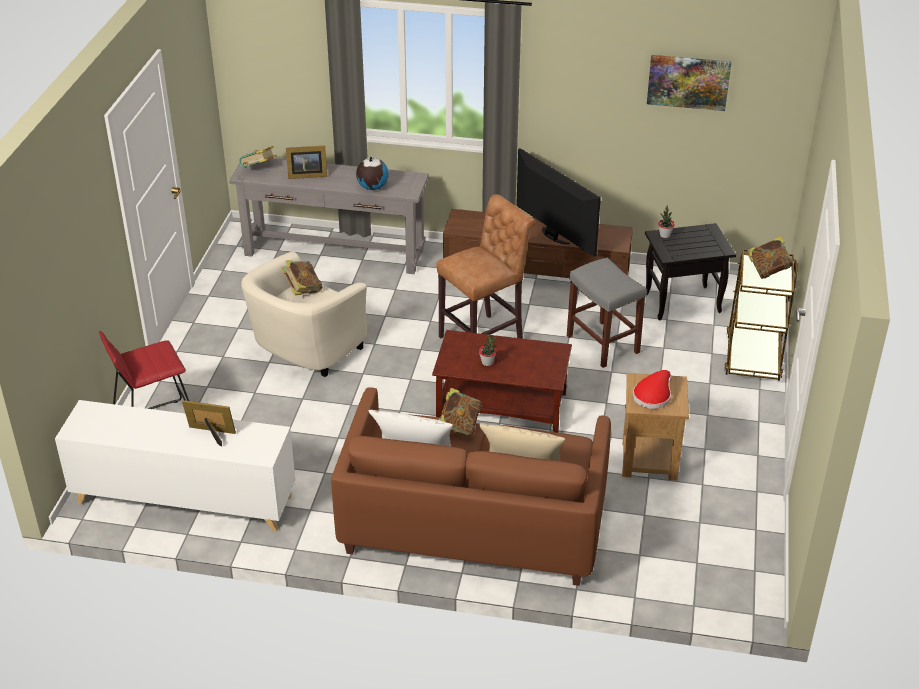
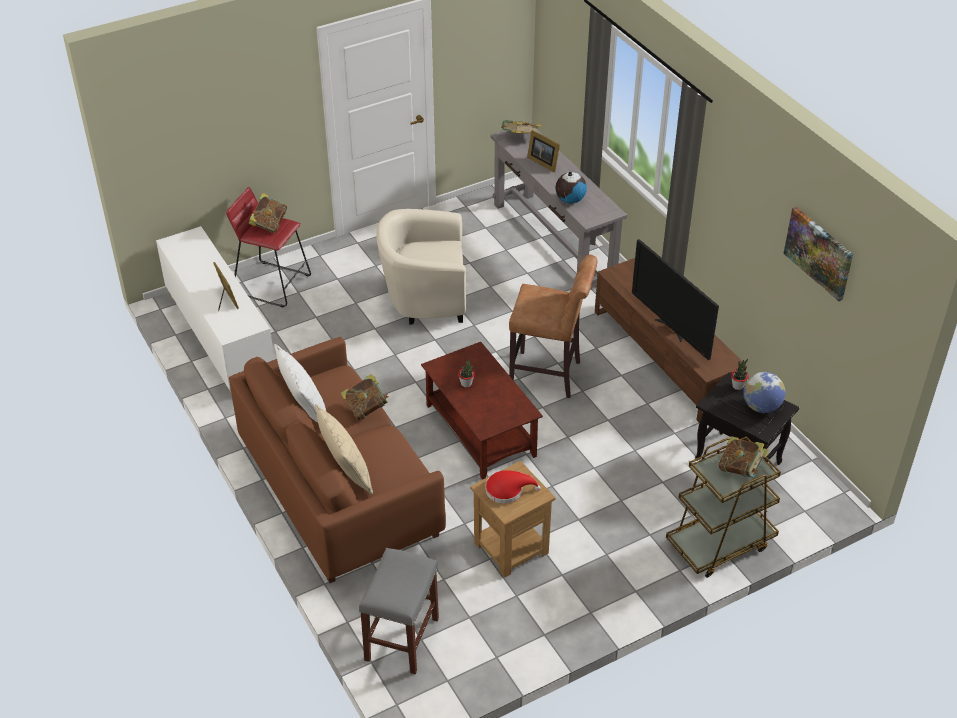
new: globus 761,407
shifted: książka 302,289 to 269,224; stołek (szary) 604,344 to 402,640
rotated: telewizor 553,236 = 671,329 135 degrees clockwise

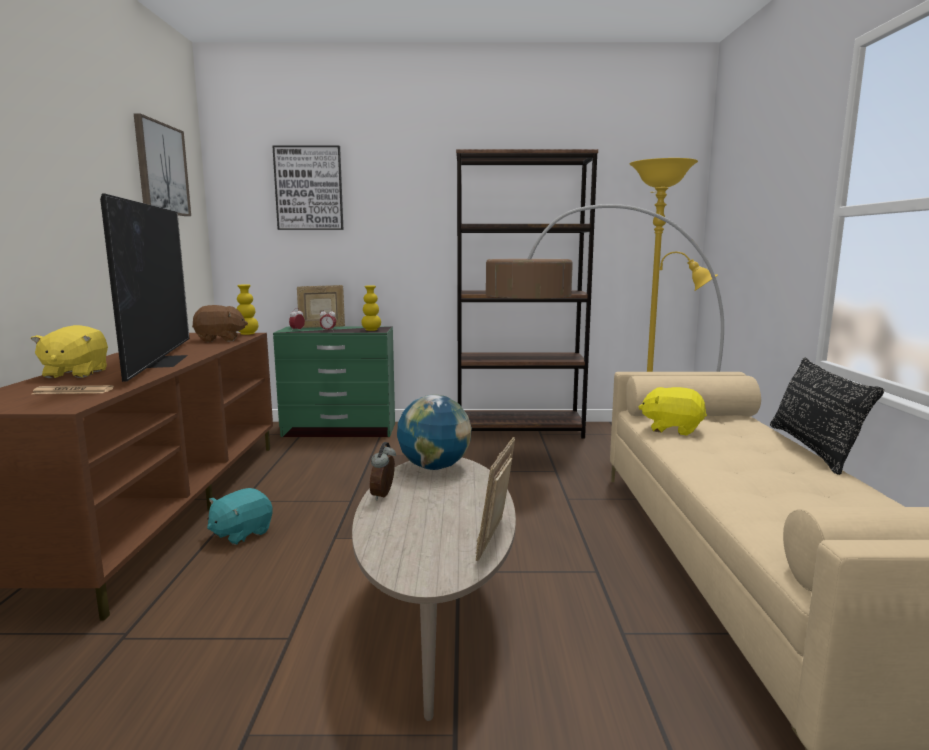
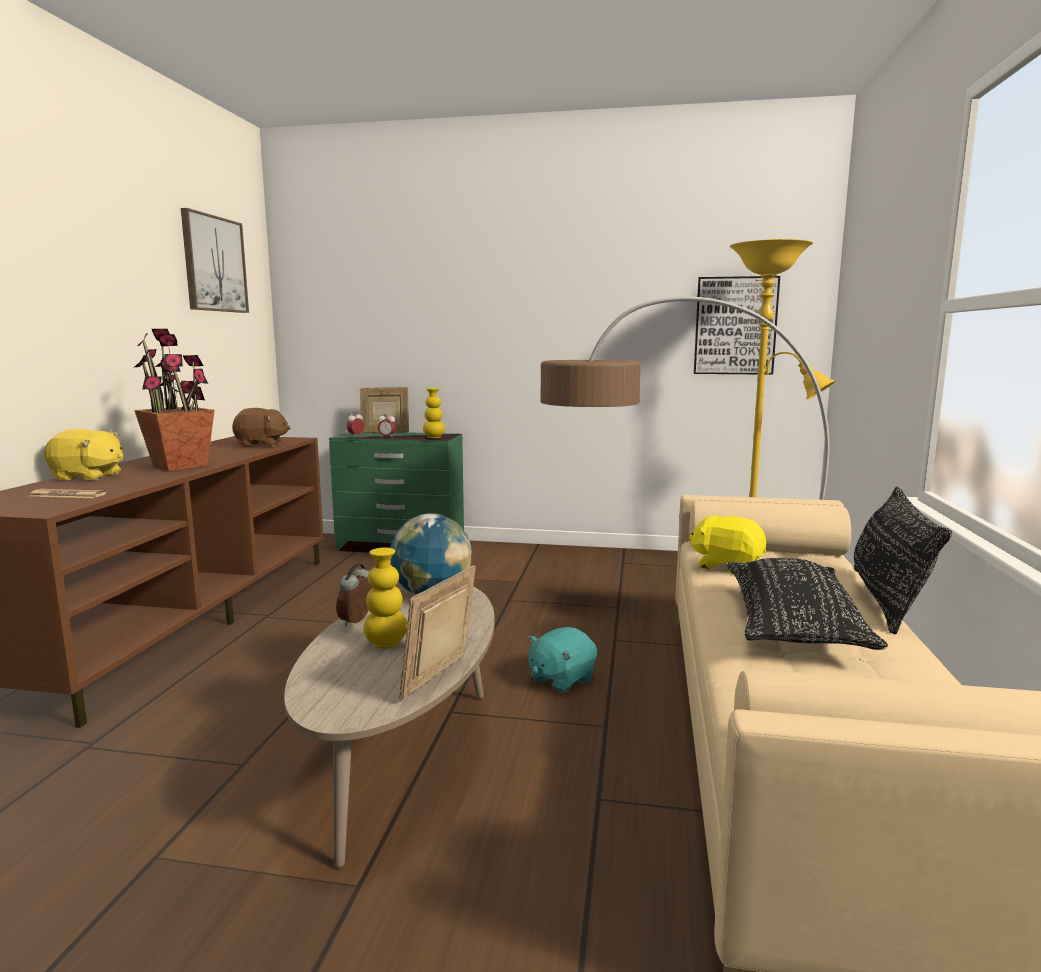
gone: regał (brązowy) 519,430
new: poduszka (czarny) 792,625
shifted: wazon (żółty) 247,334 to 386,644; pluszak (turkusowy) 241,533 to 560,679; obraz 309,188 to 735,326
swapped: telewizor 161,361 to roślina doniczkowa 181,466
rotated: pluszak (żółty) 75,374 = 88,477 90 degrees counterclockwise

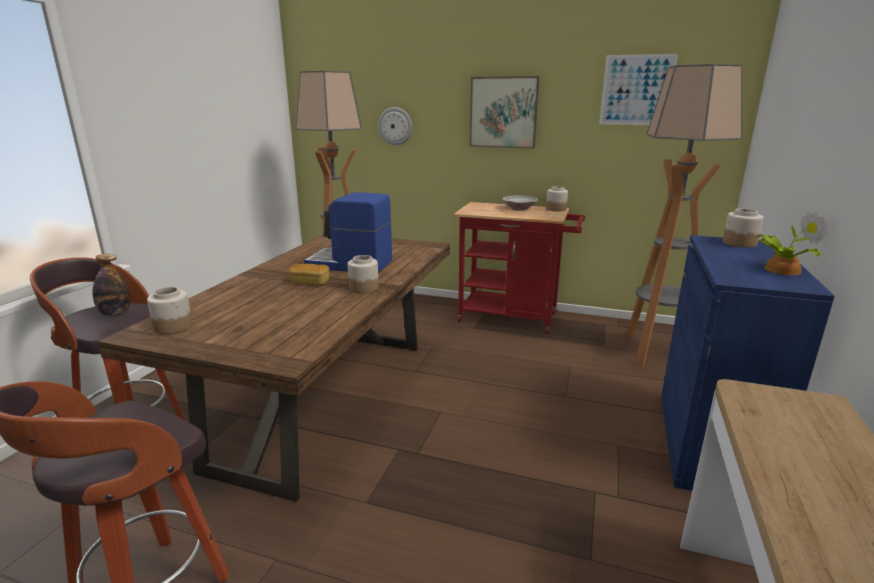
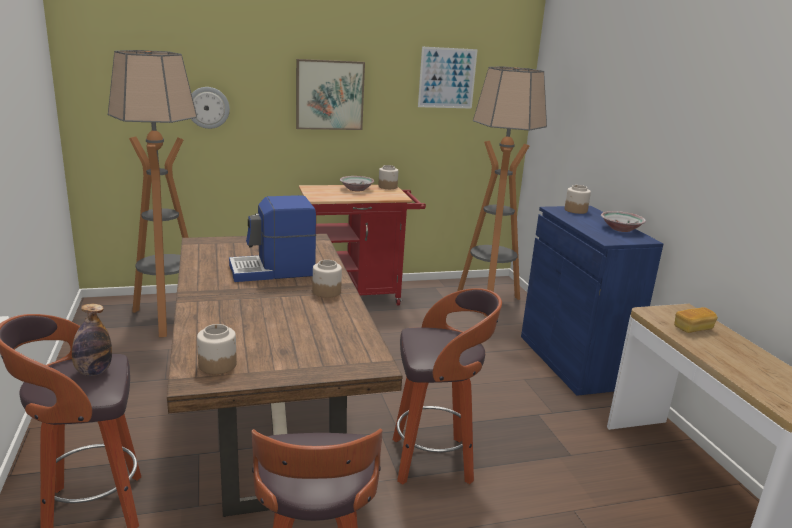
new: stołek 434,460
shifted: chleb 310,282 to 693,328
swapped: roślina doniczkowa 779,269 to miska 620,229

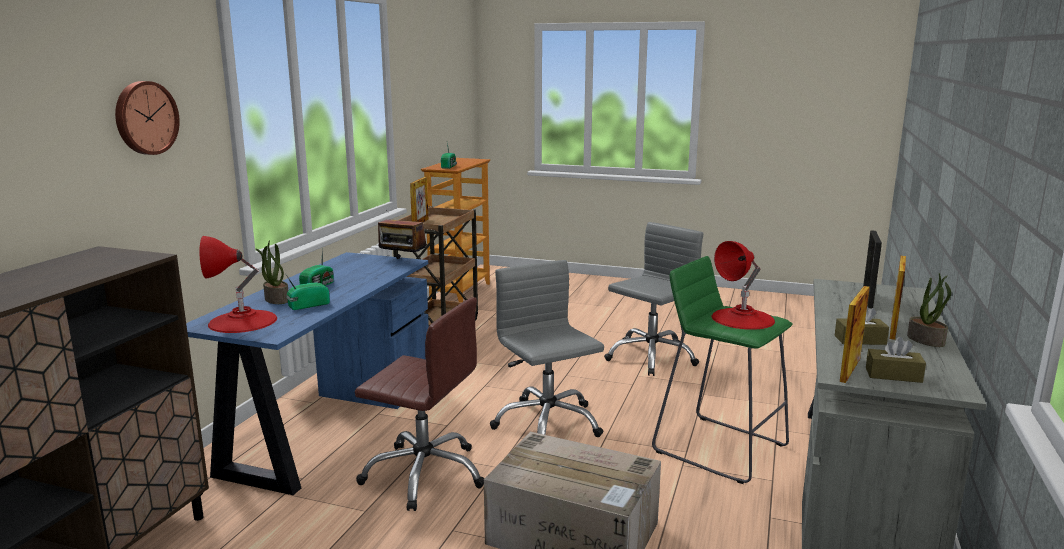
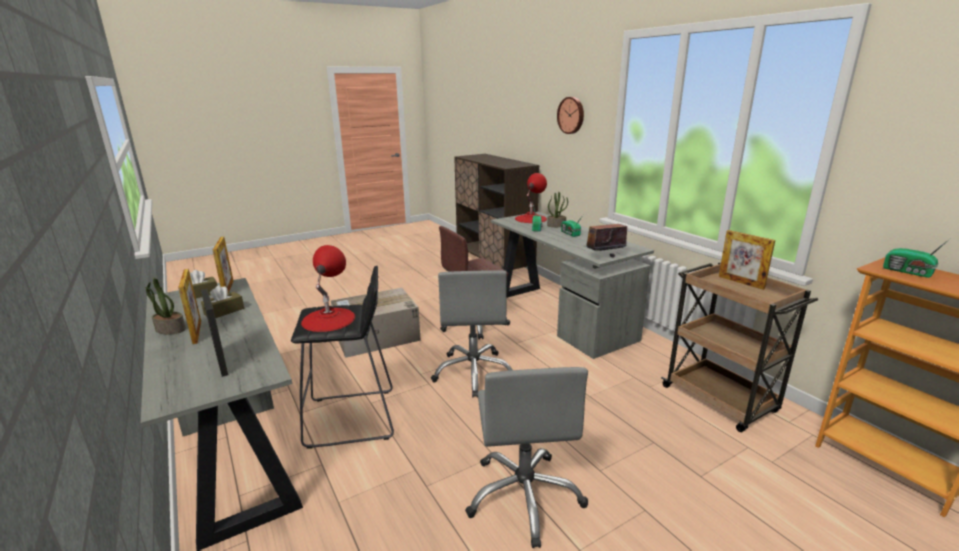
repainted: stołek (zielony) 719,447 to stołek (czarny) 352,418; biurko (niebieski) 328,424 to biurko (szary) 560,315
rotated: krzesło biurowe (szary) 547,423 = 474,372 75 degrees clockwise

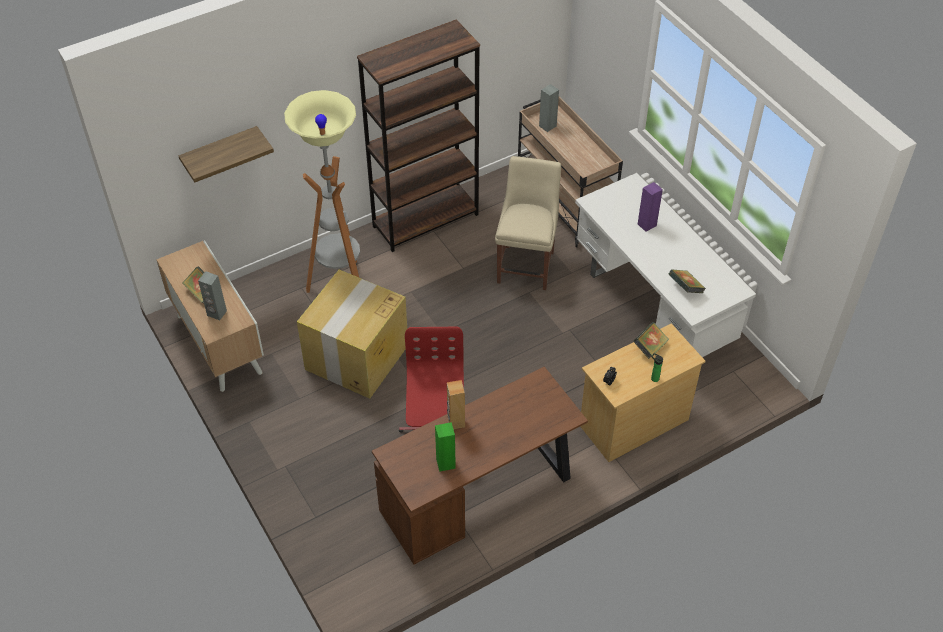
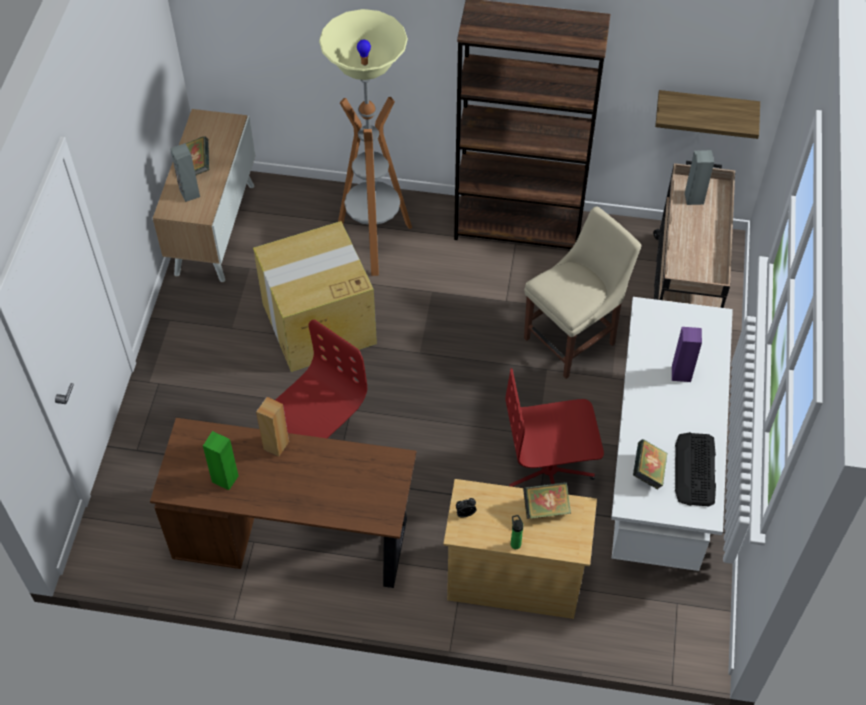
new: krzesło biurowe (czerwony) 549,472; klawiatura 695,470
shifted: półka 220,152 to 706,109

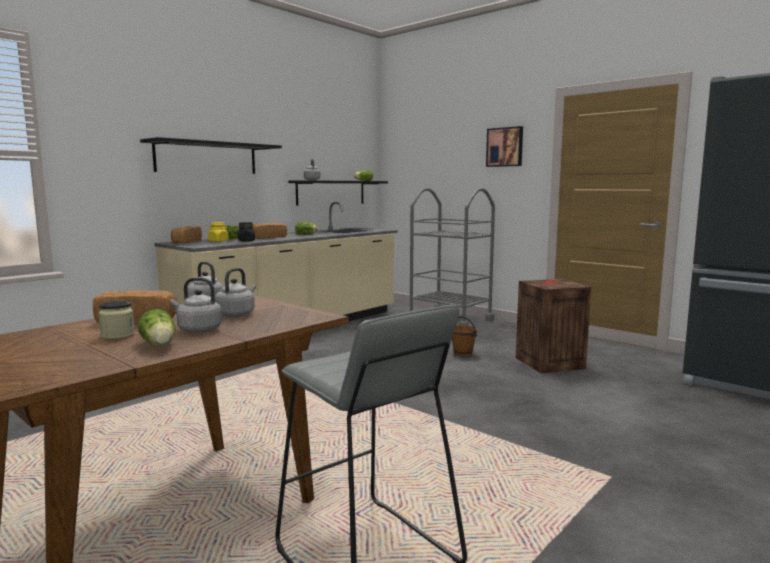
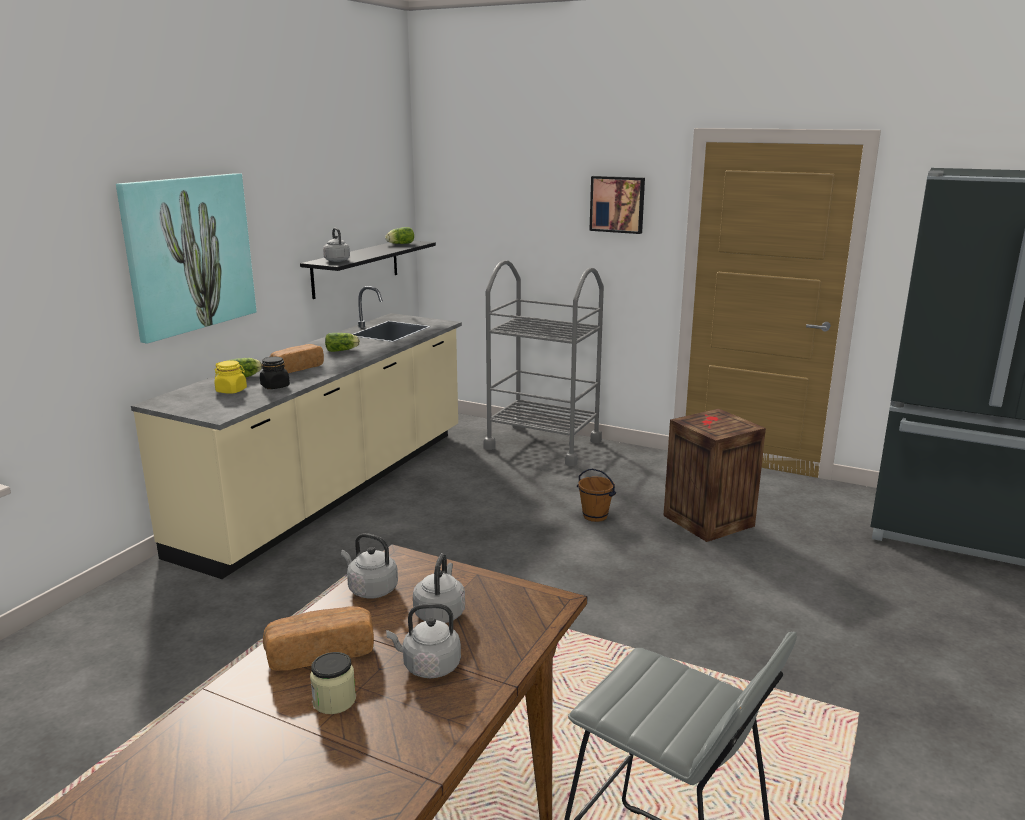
gone: sałata 159,345; chleb 186,242
swapped: półka (czarny) 207,158 to obraz 189,254

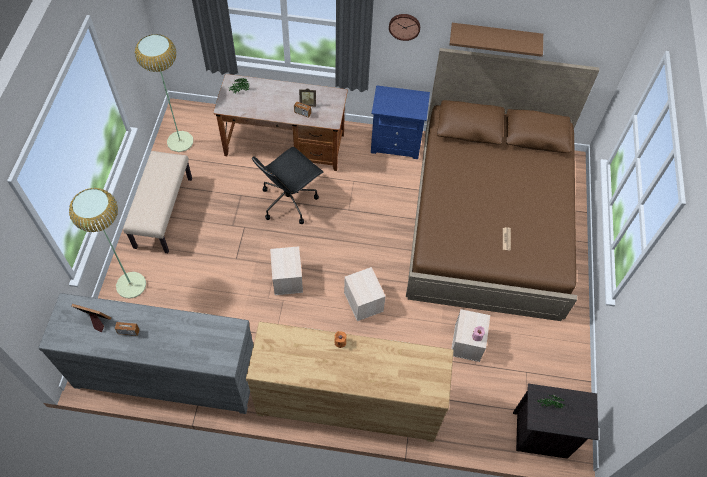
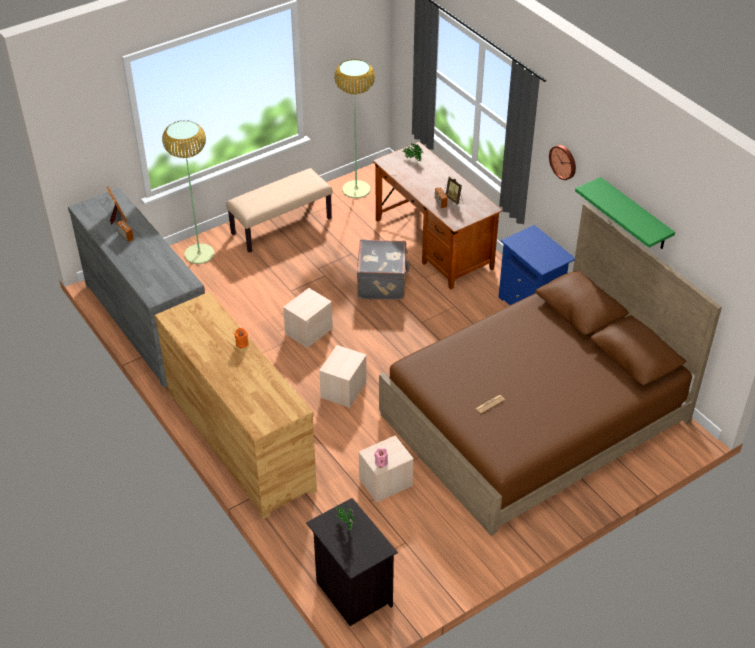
swapped: krzesło biurowe (czarny) 289,201 to walizka (szary) 383,283
repainted: półka (brązowy) 495,37 to półka (zielony) 634,215

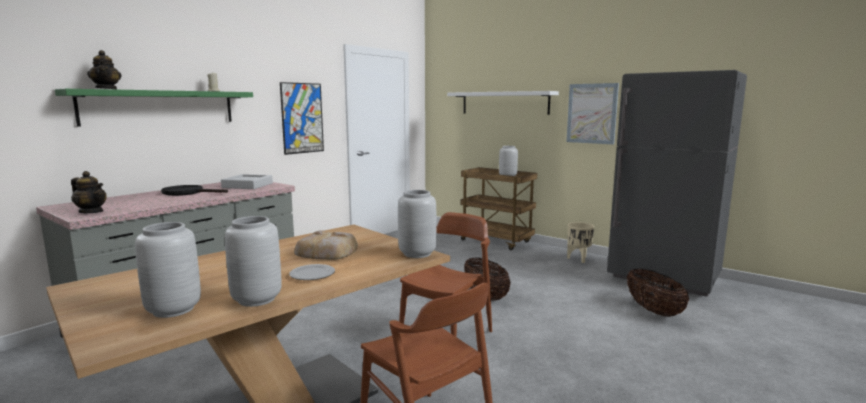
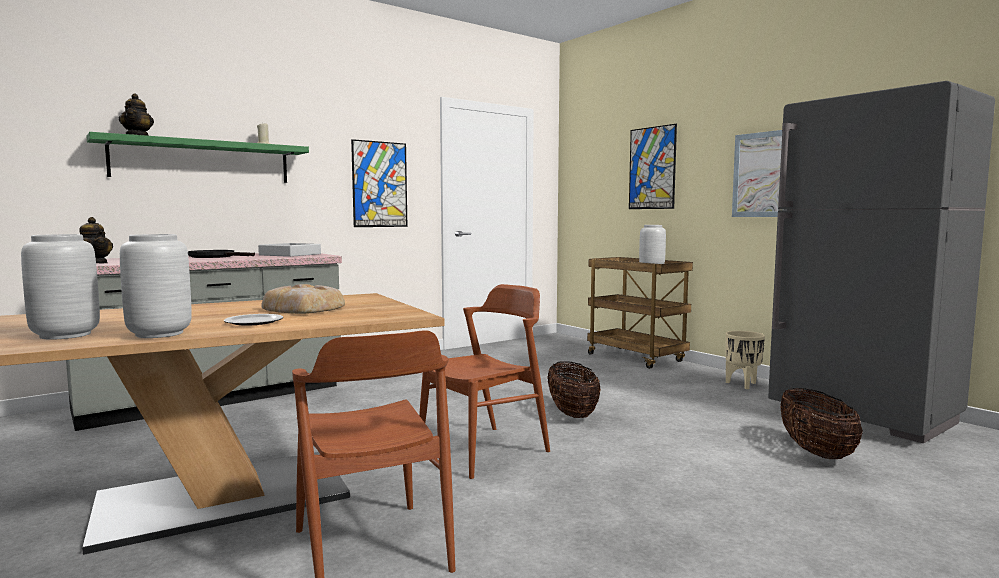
gone: wazon (szary) 417,253
swapped: półka (biały) 504,103 to obraz 652,168

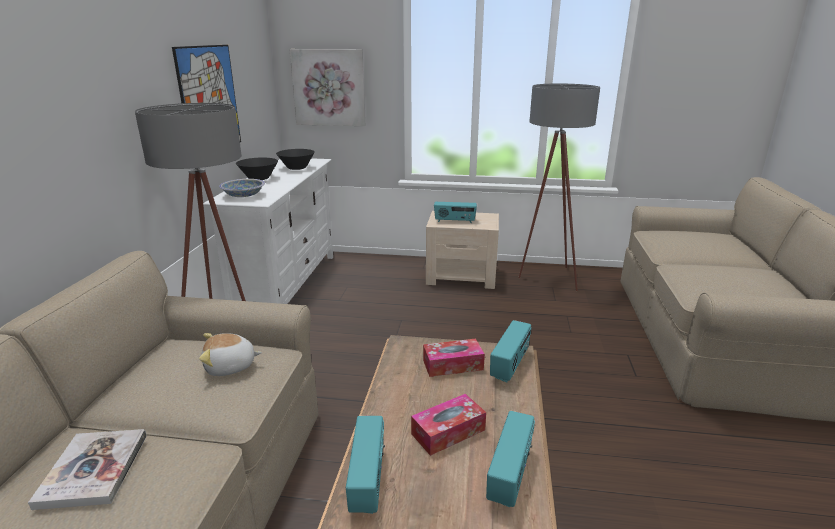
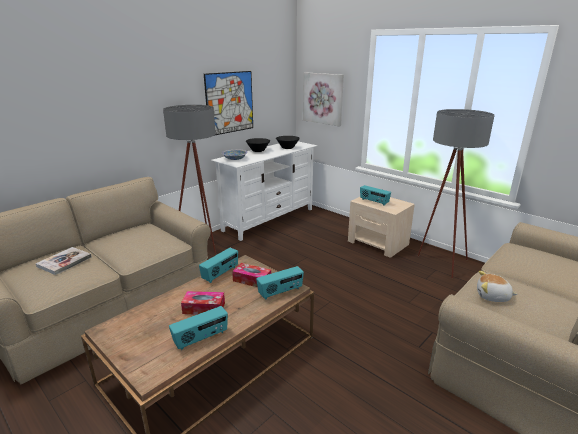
shifted: radio 368,481 to 220,274; pluszak 230,367 to 492,296

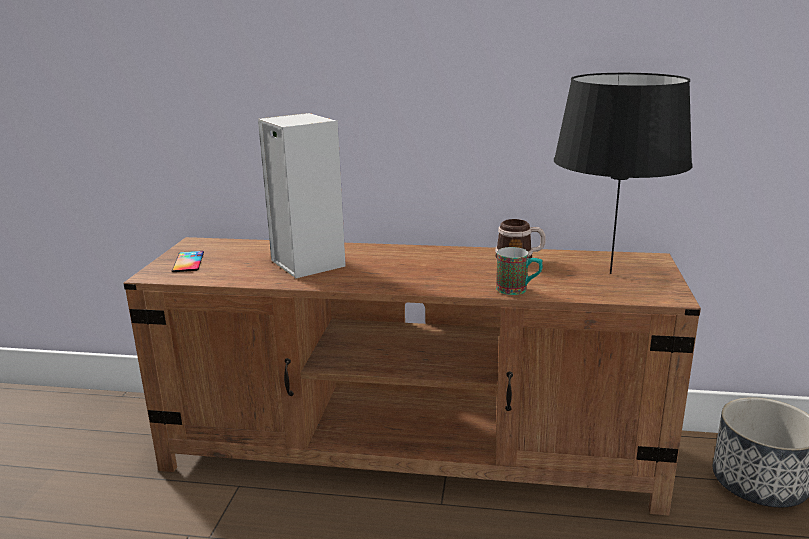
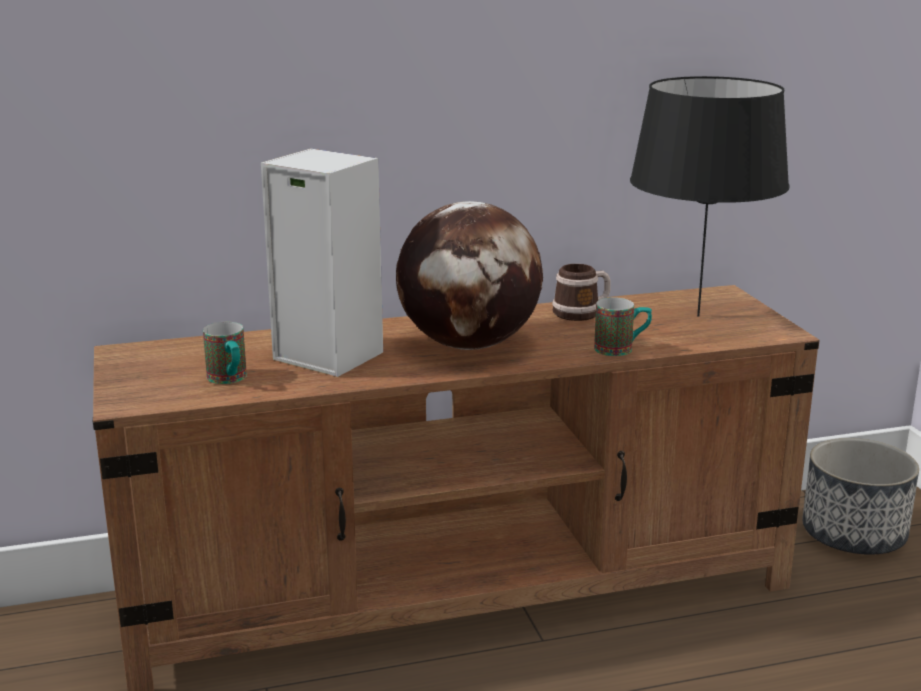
gone: telefon 188,262
new: kubek 229,380; globus 470,345

